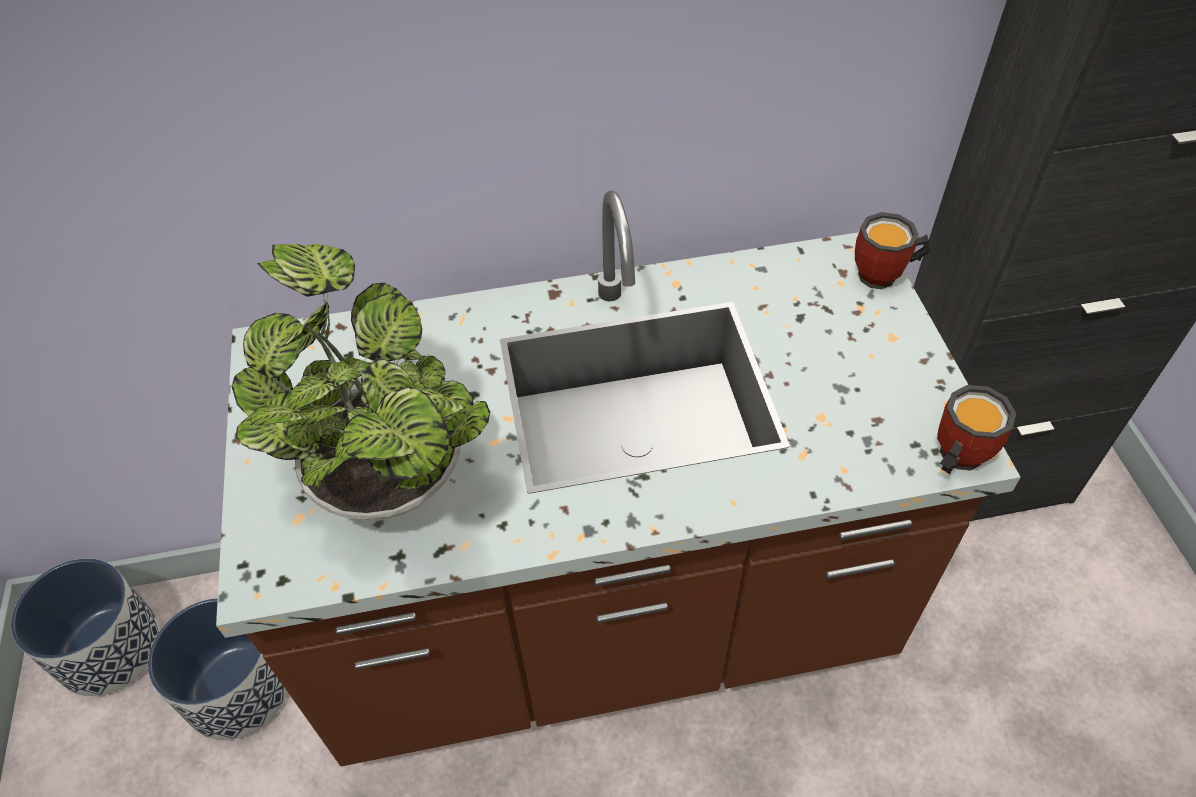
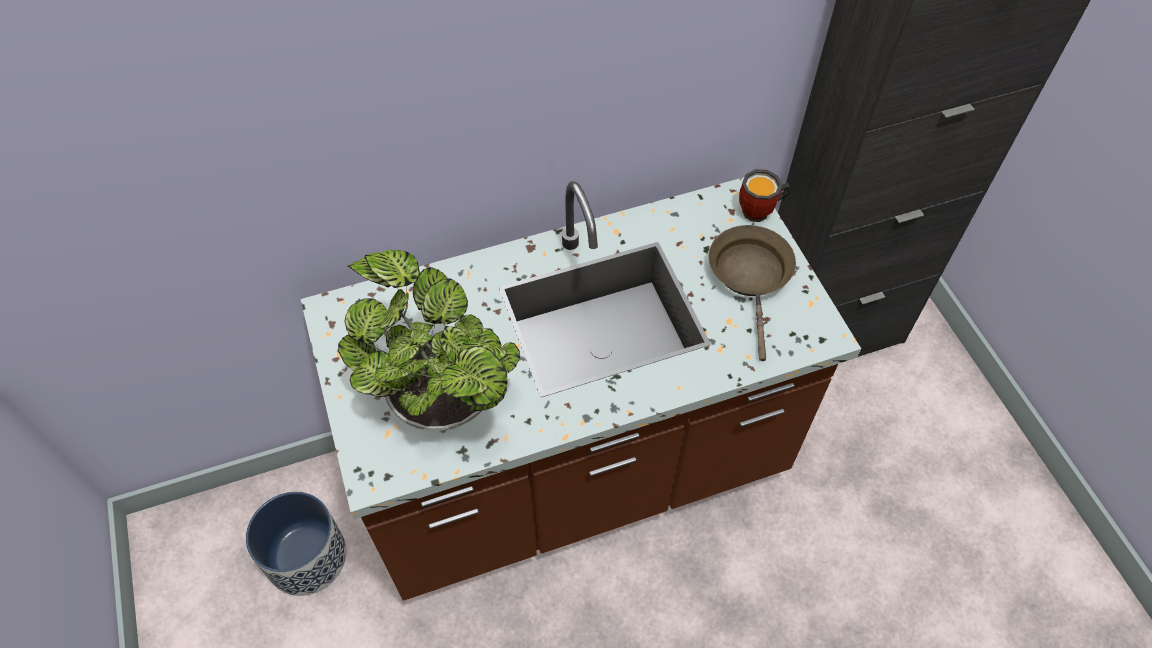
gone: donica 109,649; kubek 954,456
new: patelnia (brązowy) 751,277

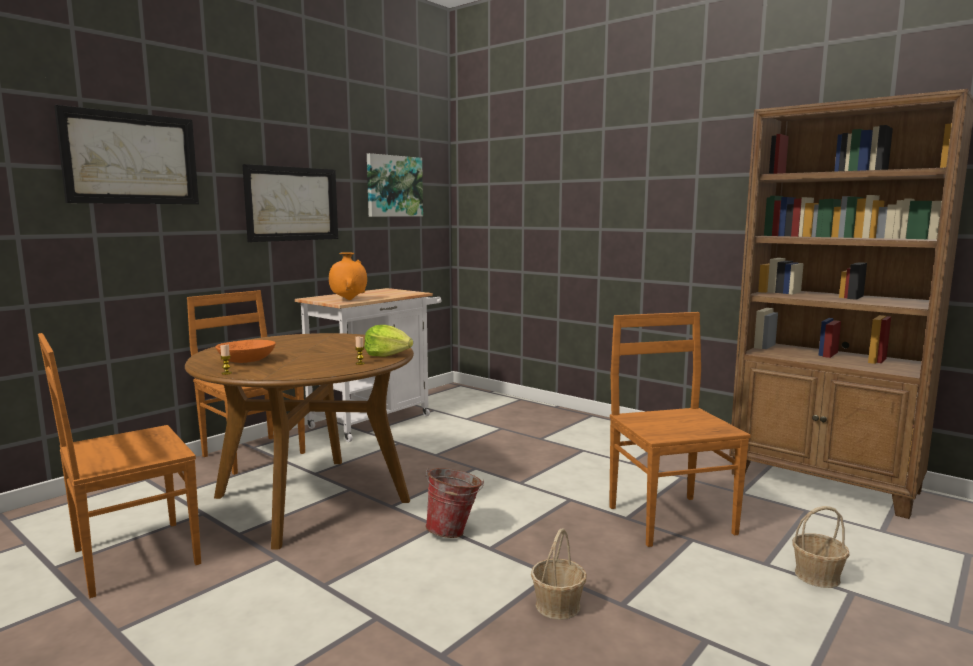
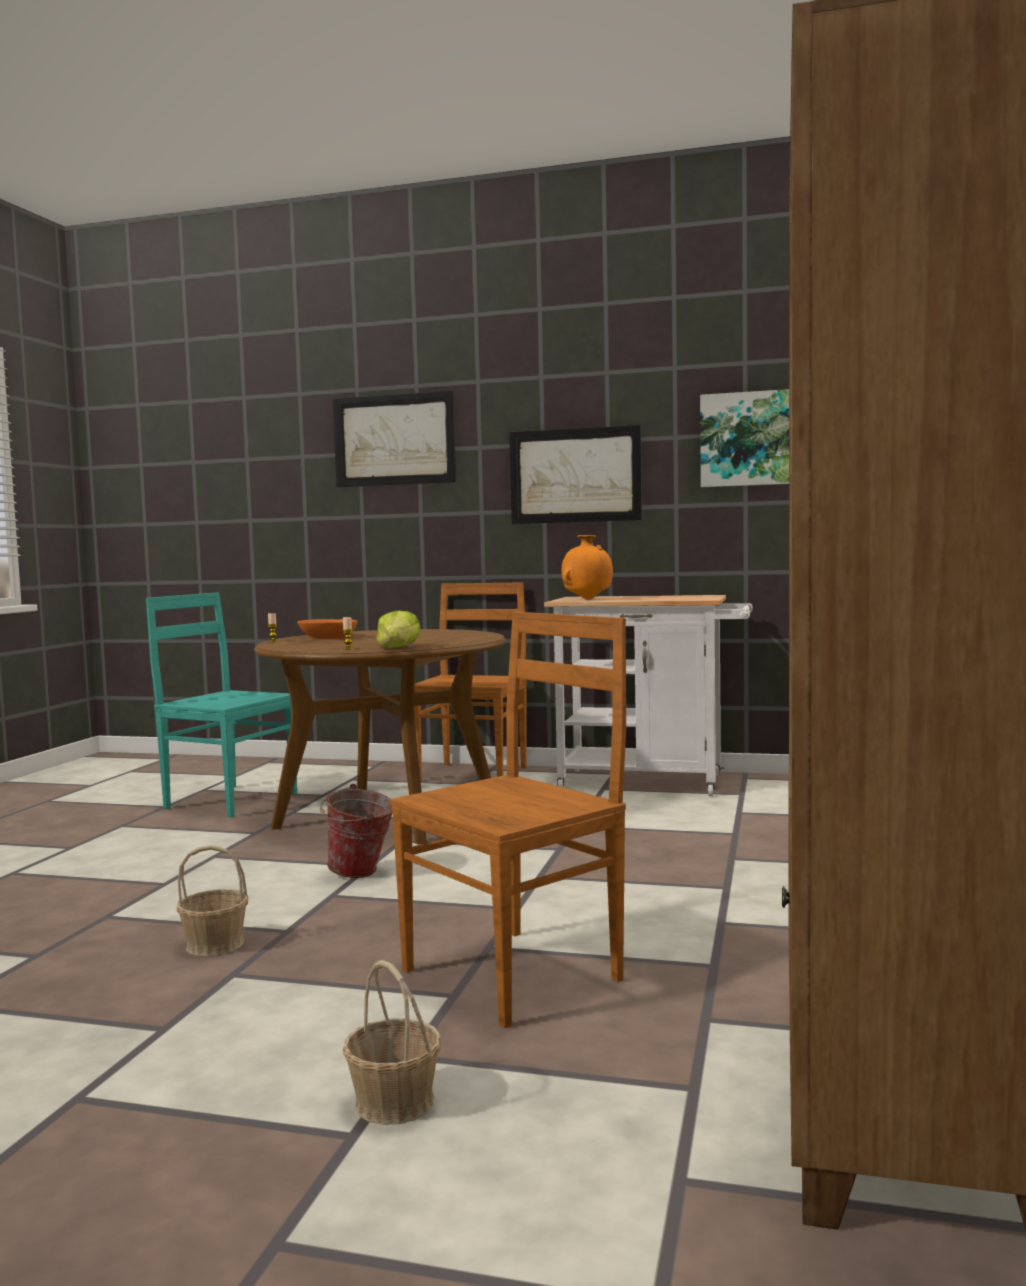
repainted: krzesło (brązowy) 131,558 to krzesło (turkusowy) 229,800

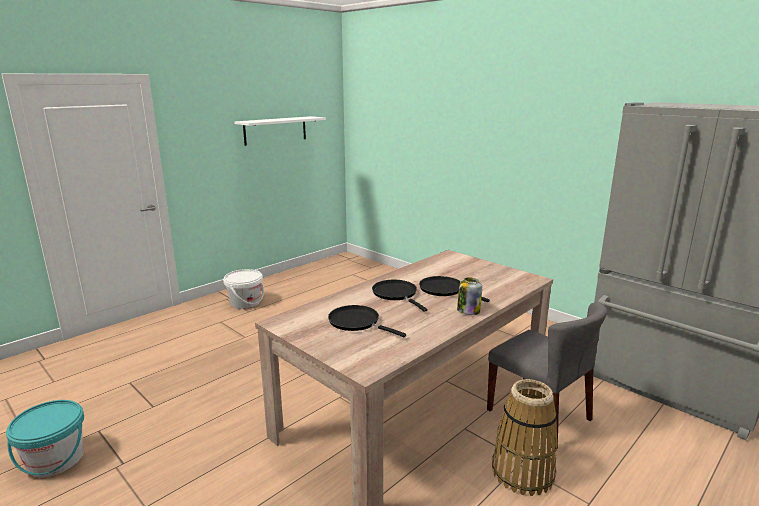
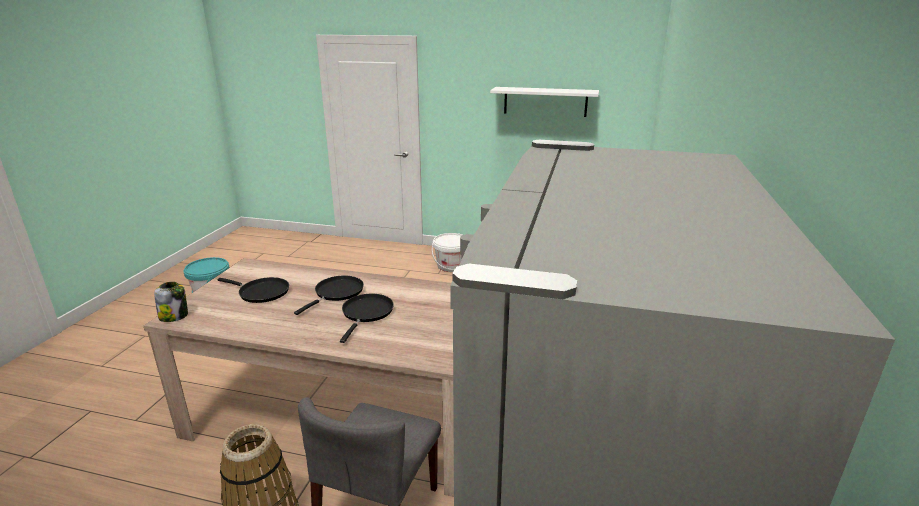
shifted: słoik 468,310 to 174,316
rotated: patelnia (czarny) 357,322 = 261,292 105 degrees clockwise

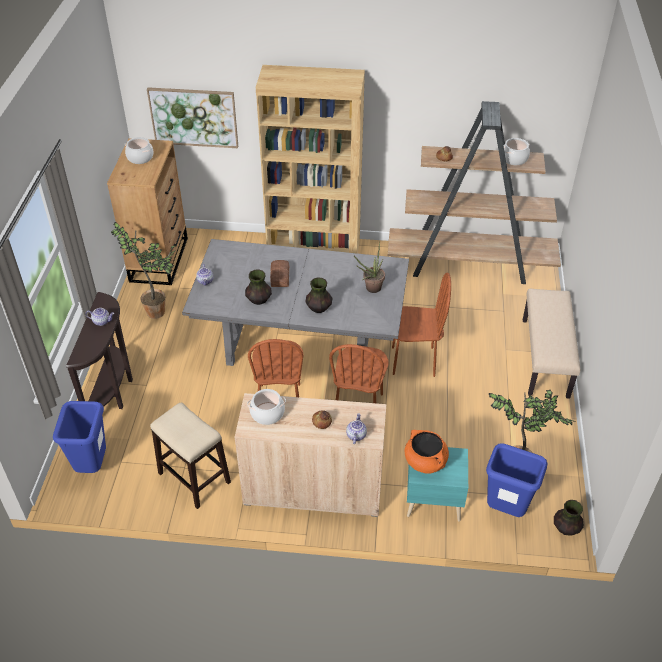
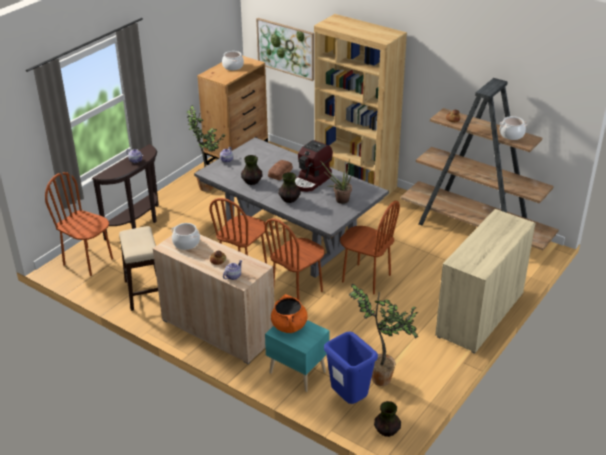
new: ekspres do kawy 312,181
swapped: kosz na śmieci (niebieski) 92,466 to krzesło (brązowy) 88,261; ławka (beżowy) 545,358 to szafka (beżowy) 480,314

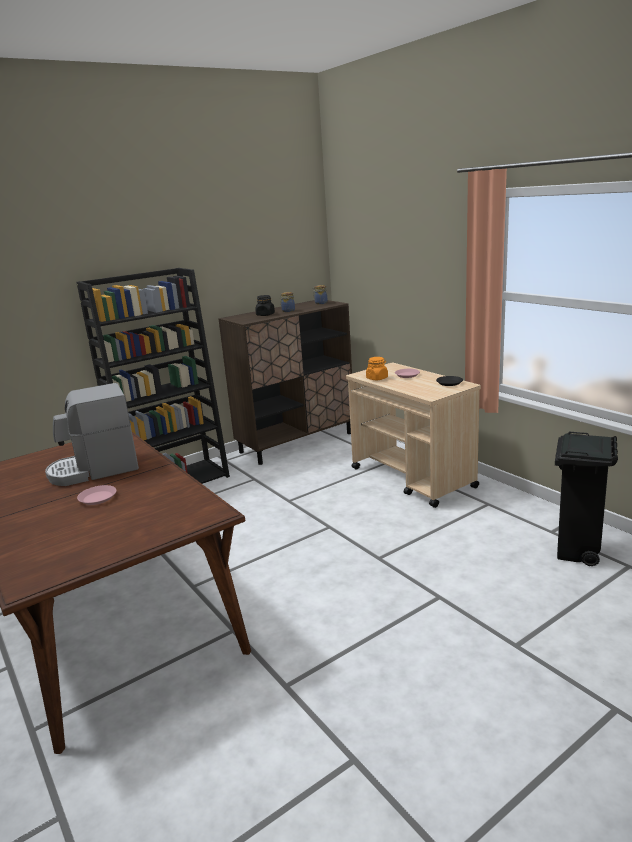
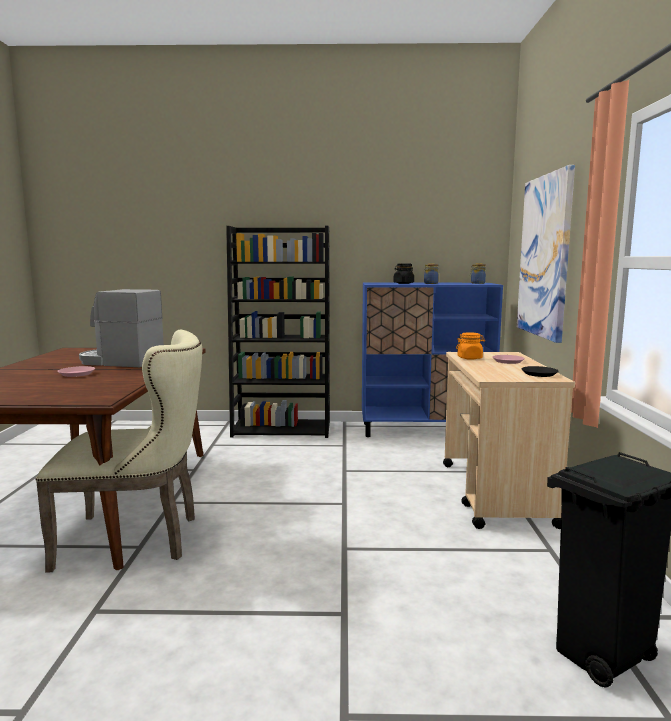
new: krzesło (beżowy) 139,539; obraz 545,256
repainted: szafka (brązowy) 297,442 to szafka (niebieski) 425,430

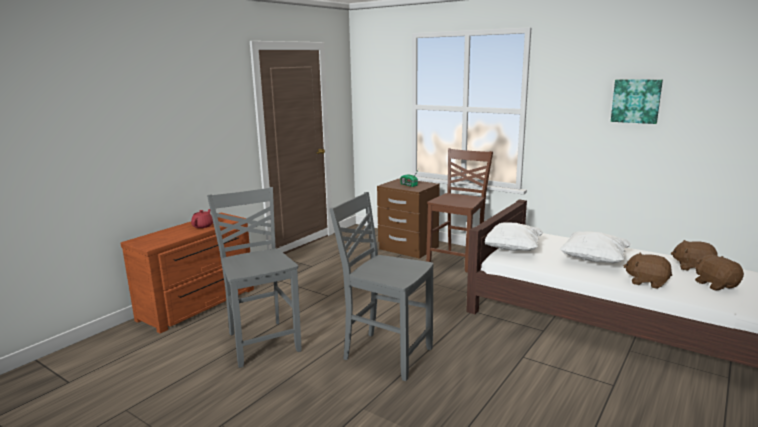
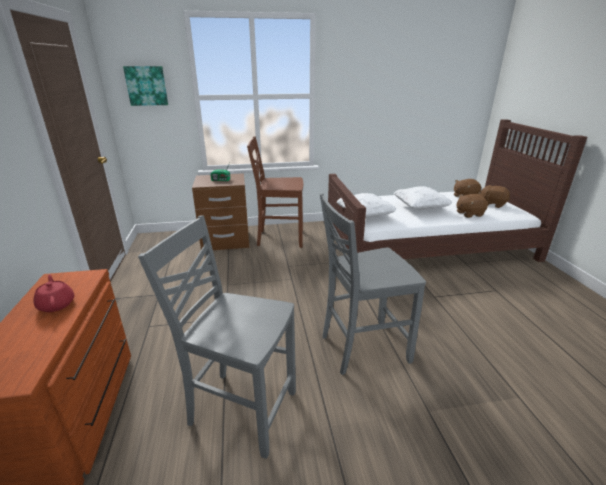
shifted: obraz 636,101 to 146,86
rotated: krzesło (brązowy) 457,260 = 279,238 75 degrees counterclockwise

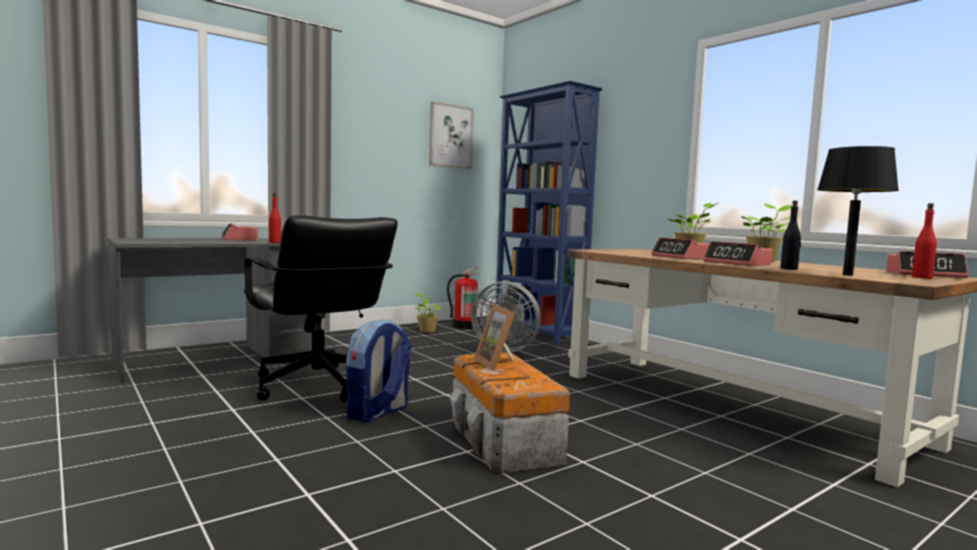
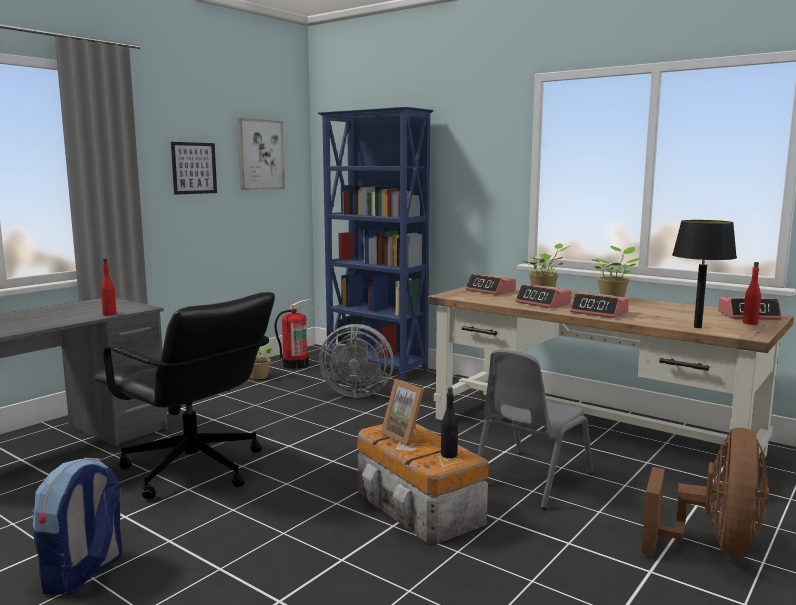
new: obraz 194,168; krzesło (szary) 531,479; wentylator (brązowy) 713,547
shifted: plecak 377,413 to 83,573; butelka (czarny) 789,269 to 449,455; budzik 239,239 to 490,291

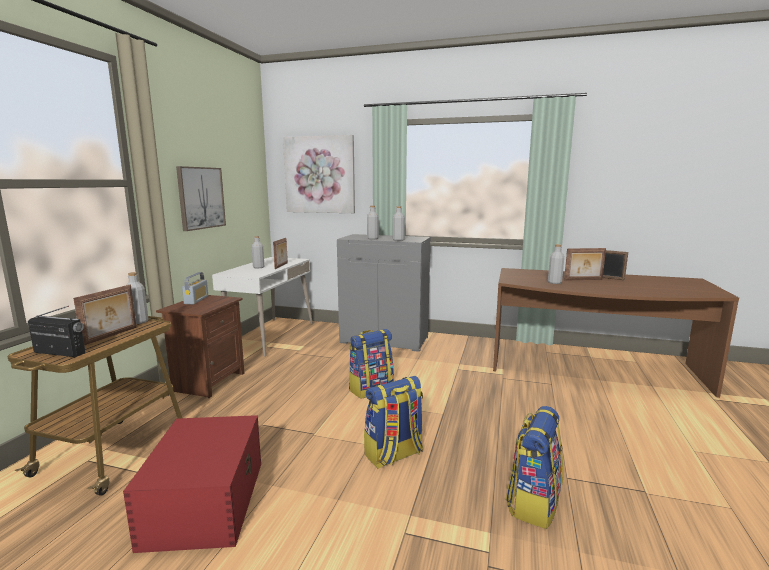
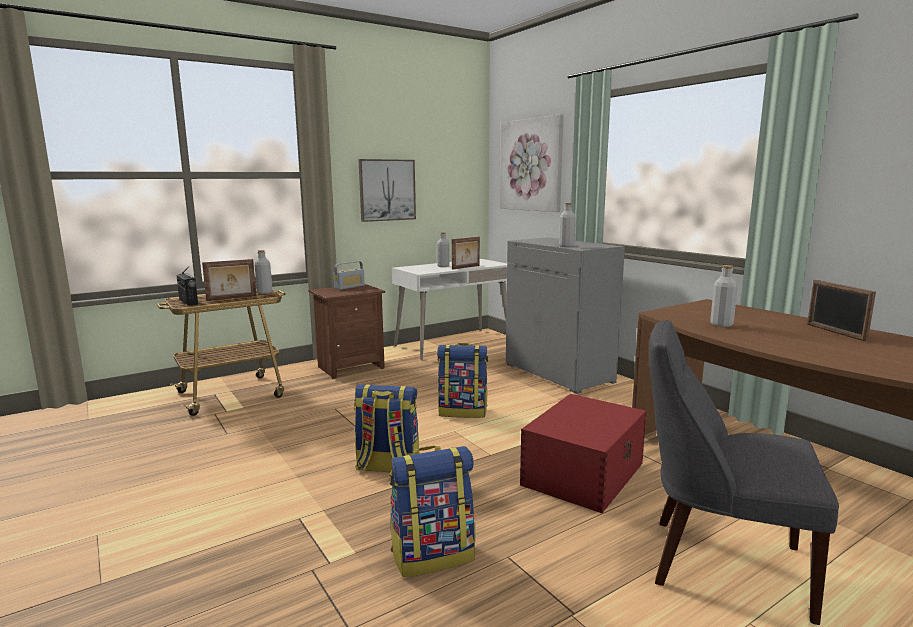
gone: butelka (szary) 372,238; ramka na zdjęcie 583,280
new: krzesło (szary) 719,563
shifted: pojemnik do przechowywania (czerwony) 206,501 to 584,473

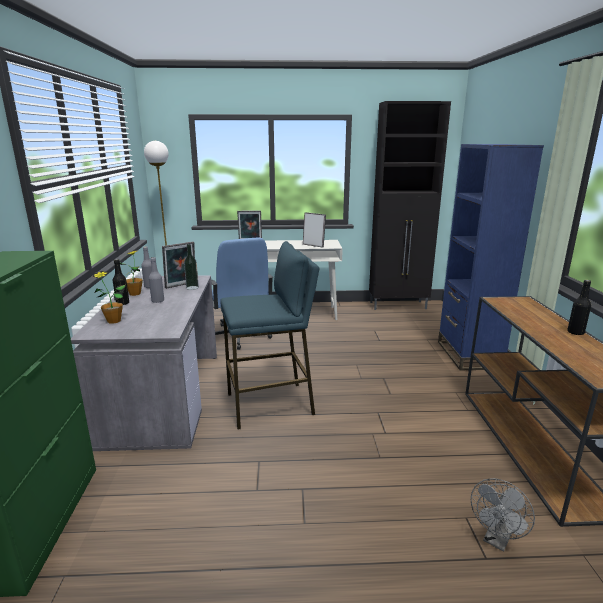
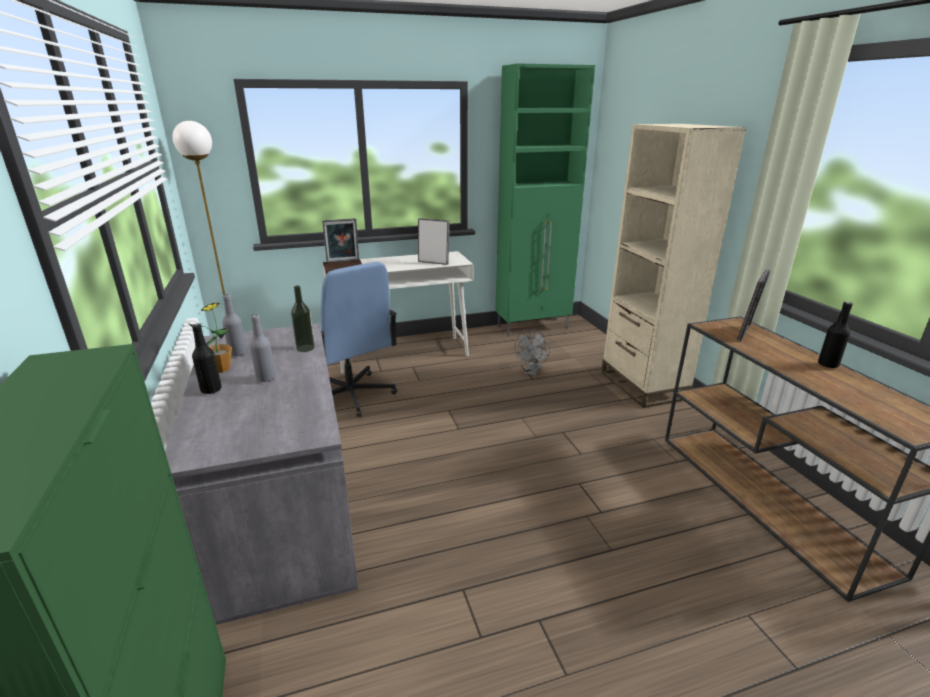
gone: roślina doniczkowa 114,321; stołek (niebieski) 270,405
shifted: wentylator (szary) 497,540 to 532,372; ramka na zdjęcie 181,285 to 746,333
repainted: szafka (czarny) 399,305 to szafka (zielony) 533,327; regał (niebieski) 468,355 to regał (beżowy) 643,385

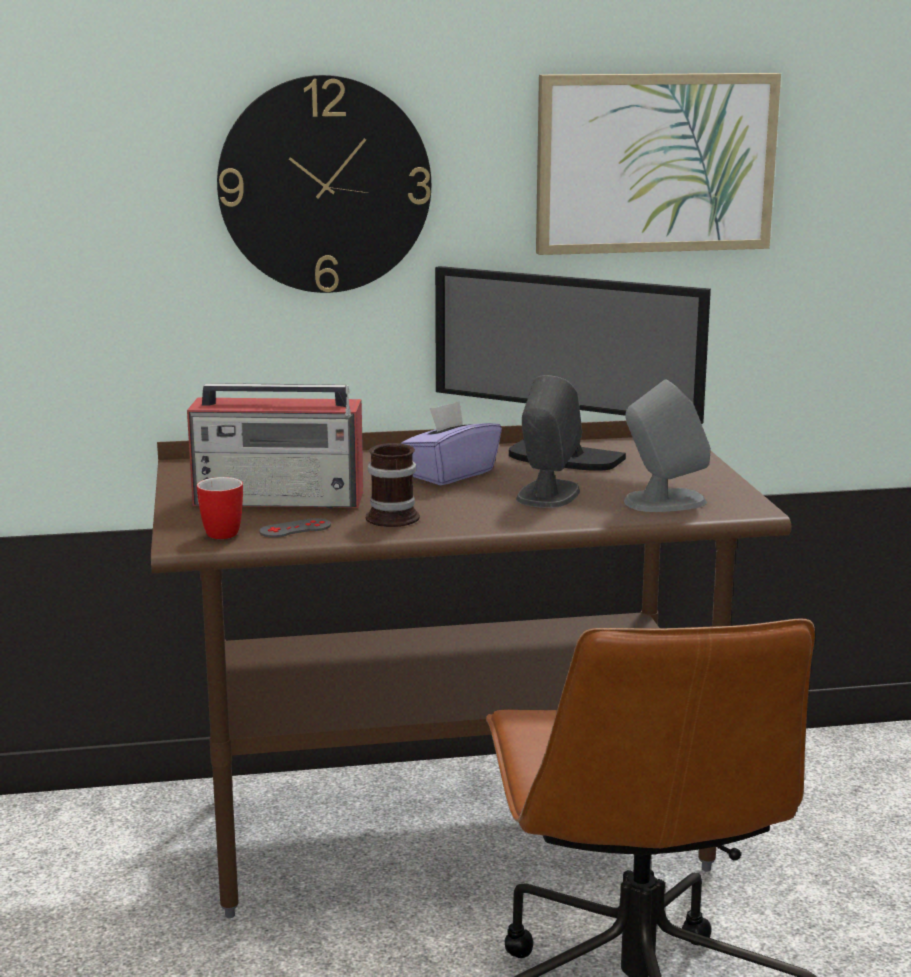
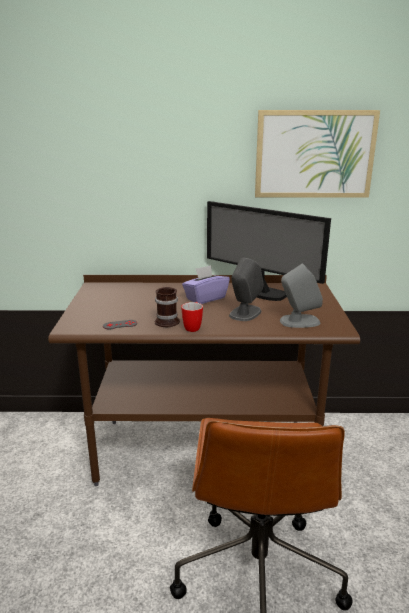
gone: radio 281,499; zegar ścienny 324,185
shifted: kubek 224,531 to 193,327

